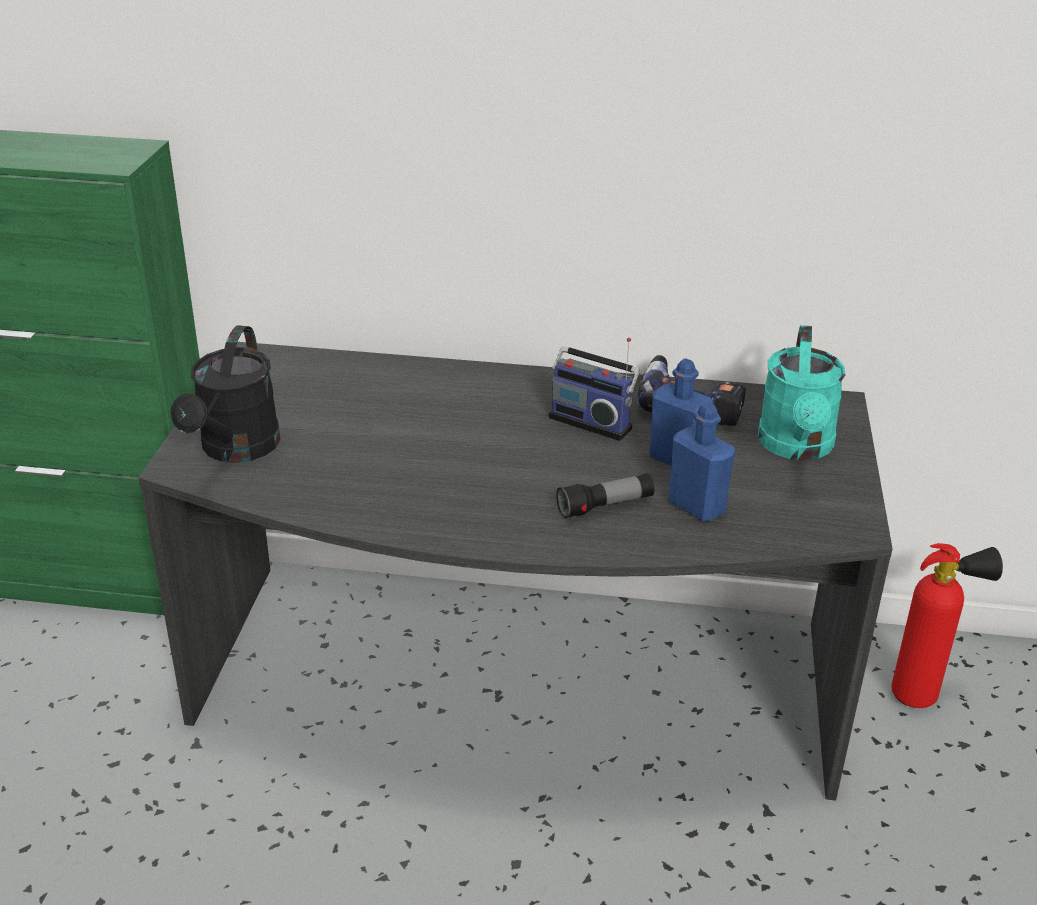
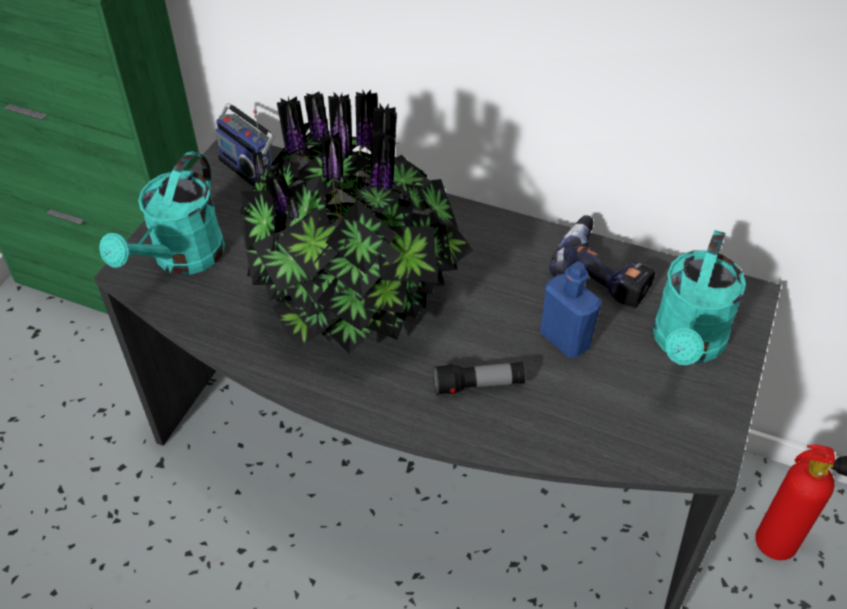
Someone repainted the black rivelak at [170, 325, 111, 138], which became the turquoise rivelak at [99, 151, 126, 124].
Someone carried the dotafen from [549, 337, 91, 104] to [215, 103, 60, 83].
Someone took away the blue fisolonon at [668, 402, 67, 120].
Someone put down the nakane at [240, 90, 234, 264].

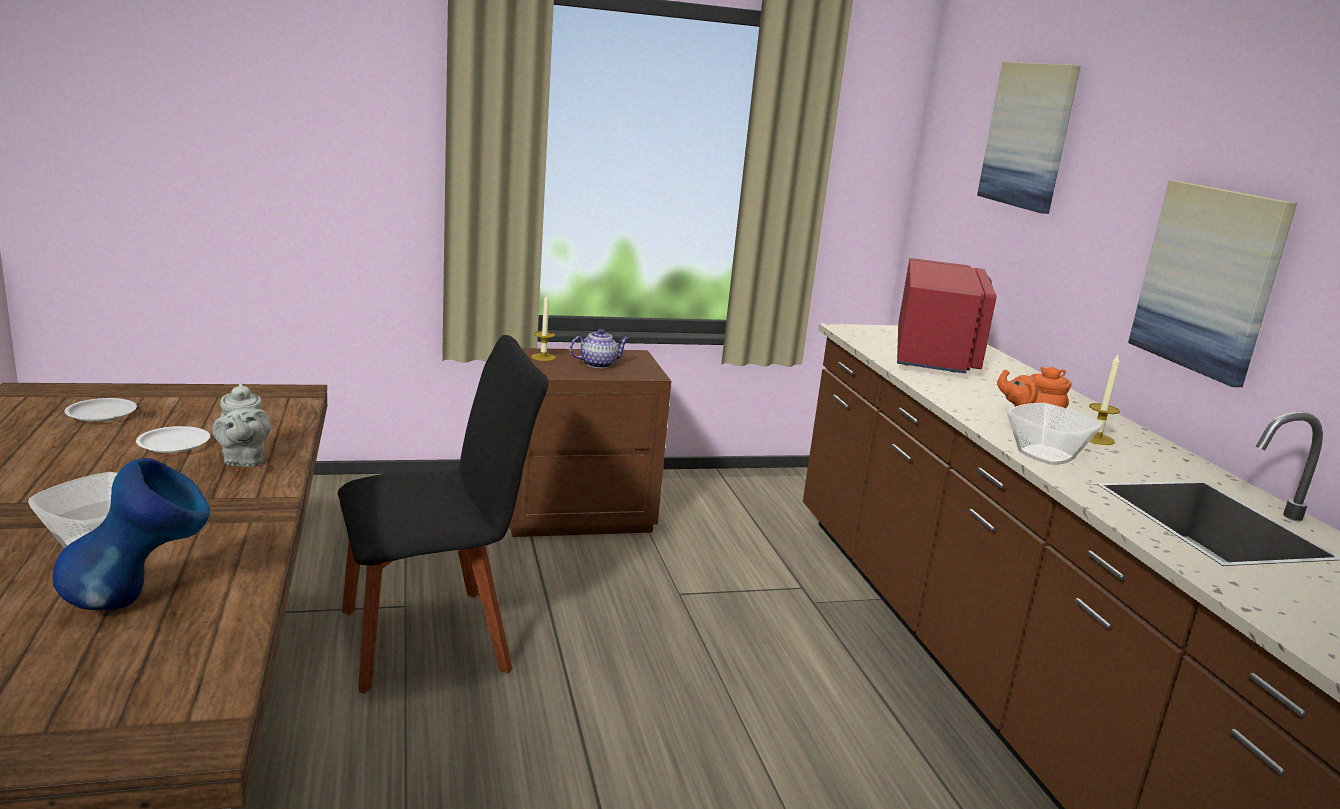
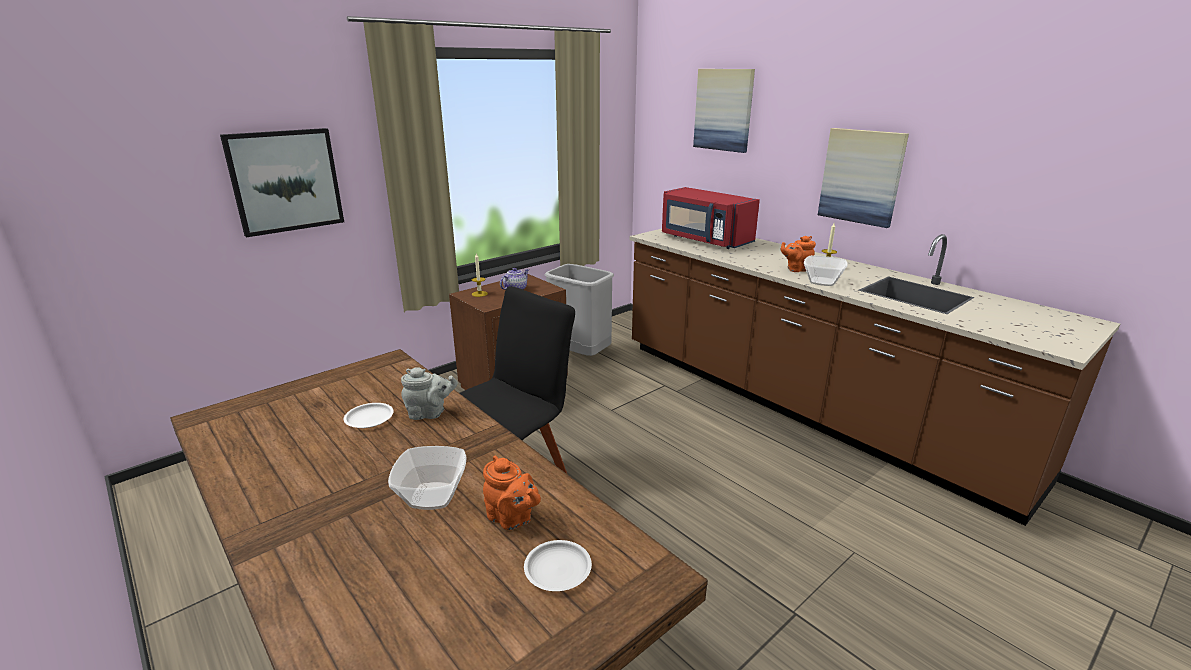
Someone rotated the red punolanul at [897, 258, 99, 116] by 150 degrees clockwise.
Someone rotated the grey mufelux at [213, 383, 58, 84] by 45 degrees counterclockwise.
Someone carried the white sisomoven from [64, 398, 73, 24] to [524, 540, 68, 51].
Someone swapped the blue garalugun at [53, 458, 157, 152] for the orange mufelux at [483, 456, 58, 74].
Someone put up the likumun at [220, 128, 124, 109].
Someone put down the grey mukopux at [544, 264, 70, 92].

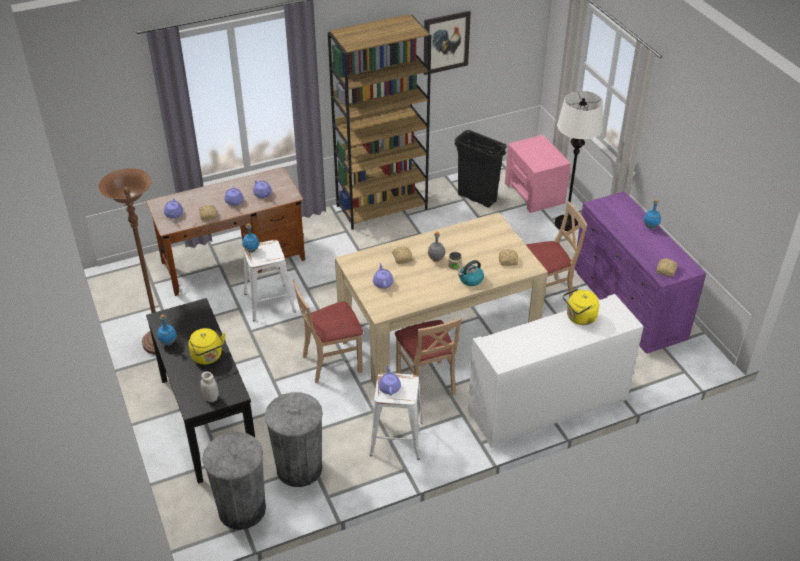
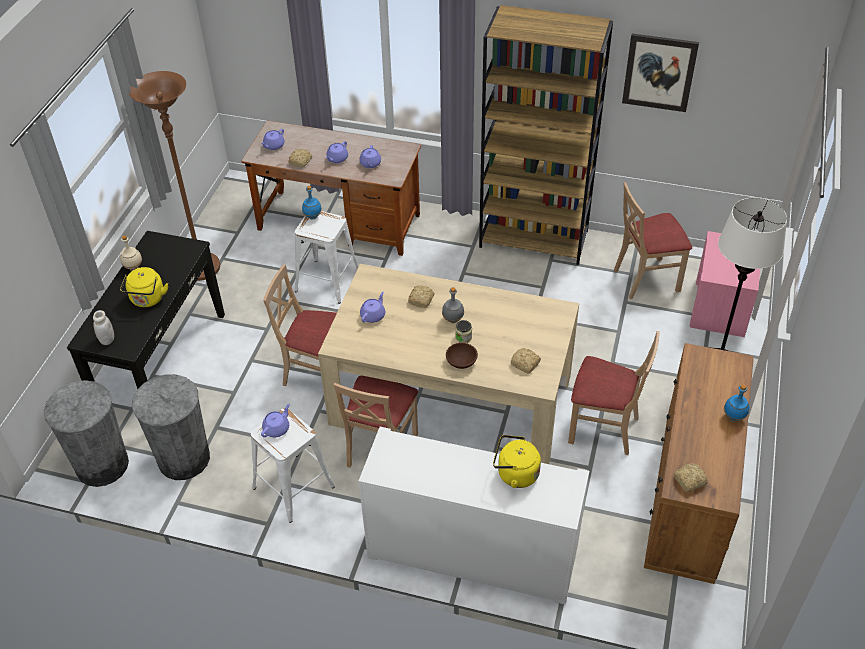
Someone swapped the black mukopux at [455, 130, 52, 78] for the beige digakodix at [614, 182, 78, 117].
Someone repainted the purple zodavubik at [575, 191, 131, 163], which became the brown zodavubik at [644, 343, 110, 241].
Someone swapped the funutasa at [458, 260, 26, 26] for the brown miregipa at [446, 343, 32, 26].
Someone repainted the blue fisolonon at [157, 314, 20, 32], which became the beige fisolonon at [120, 235, 22, 36].

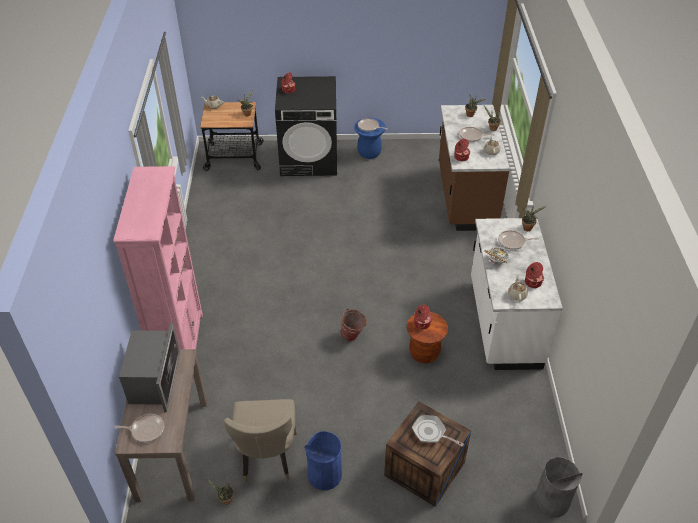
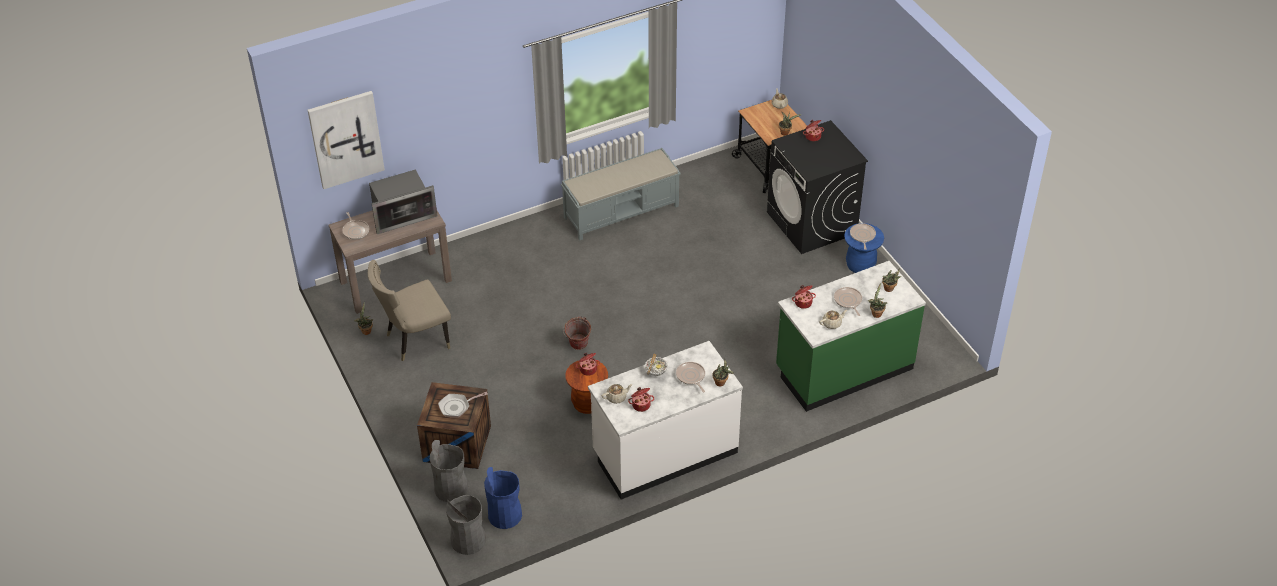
Someone repainted the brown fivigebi at [439, 105, 71, 126], which became the green fivigebi at [776, 261, 150, 151].
Someone took away the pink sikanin at [113, 166, 90, 218].
Someone rotated the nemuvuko at [412, 415, 52, 32] by 120 degrees counterclockwise.
Someone carried the blue mukopux from [305, 431, 37, 59] to [484, 467, 38, 62].
Someone put up the likumun at [308, 91, 77, 98].
Someone put down the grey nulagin at [561, 148, 120, 92].
Someone put down the grey mukopux at [430, 440, 38, 62].

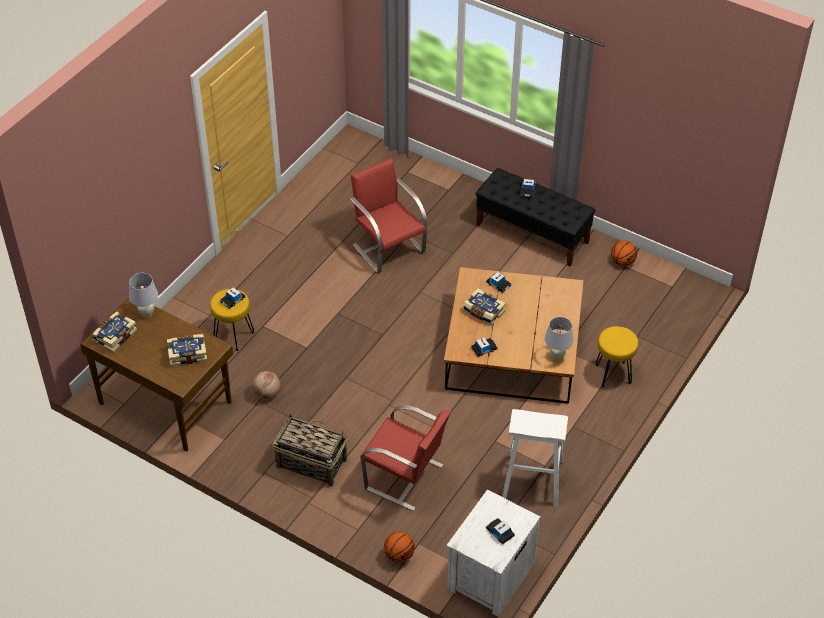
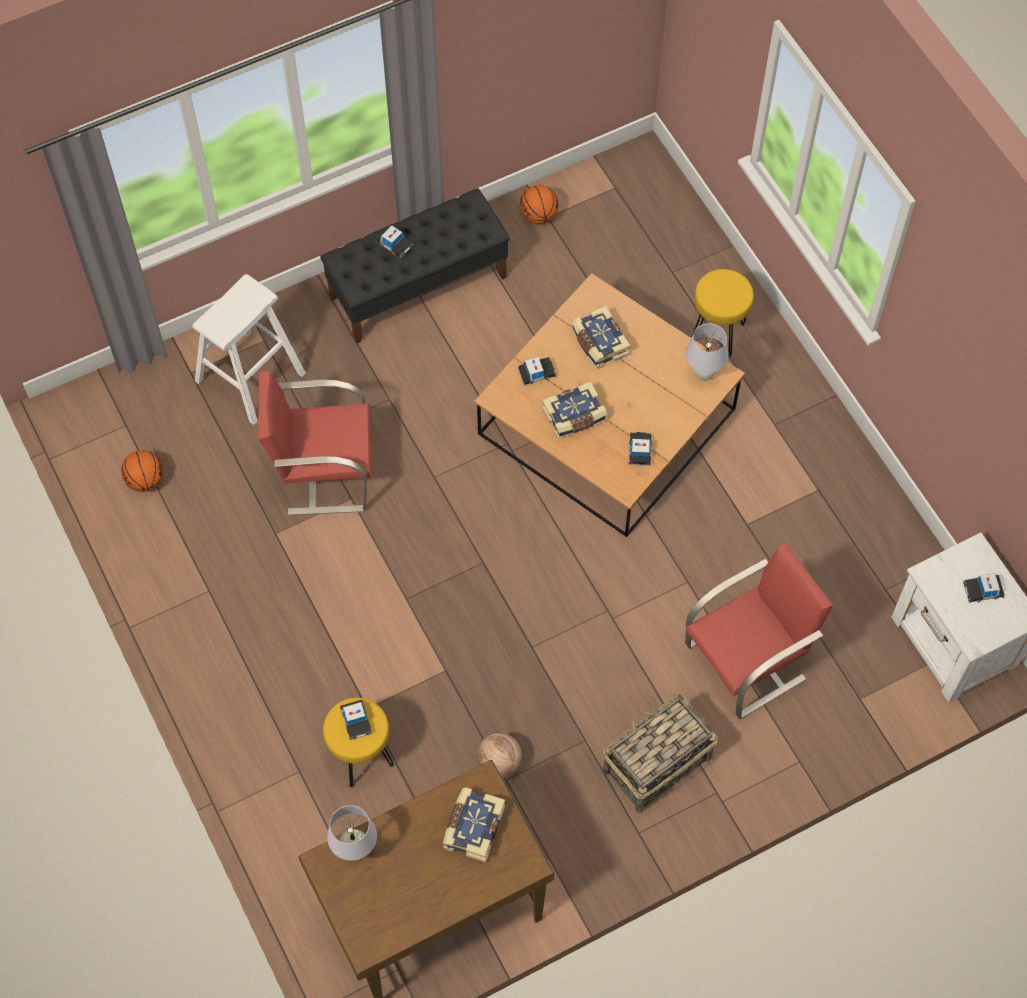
Someone carried the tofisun from [92, 311, 45, 42] to [572, 306, 59, 63].
Someone carried the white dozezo from [502, 409, 66, 98] to [192, 274, 114, 151].
Someone carried the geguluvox from [384, 532, 31, 31] to [121, 450, 43, 42].

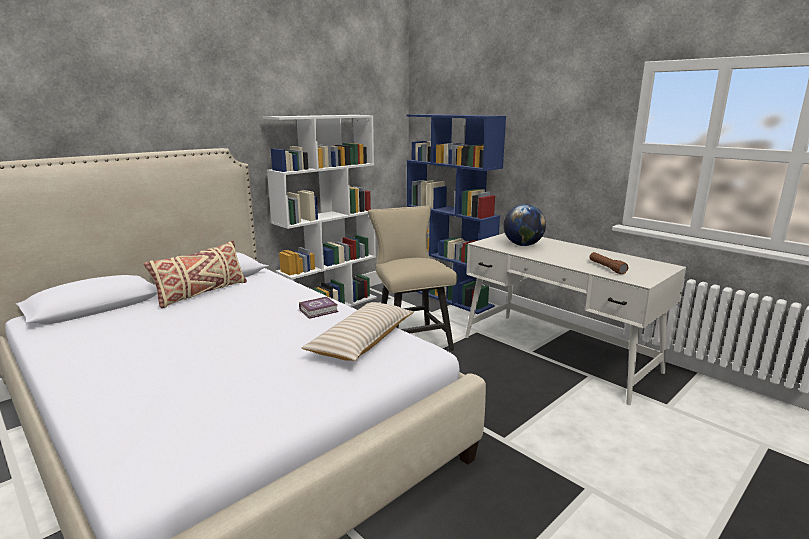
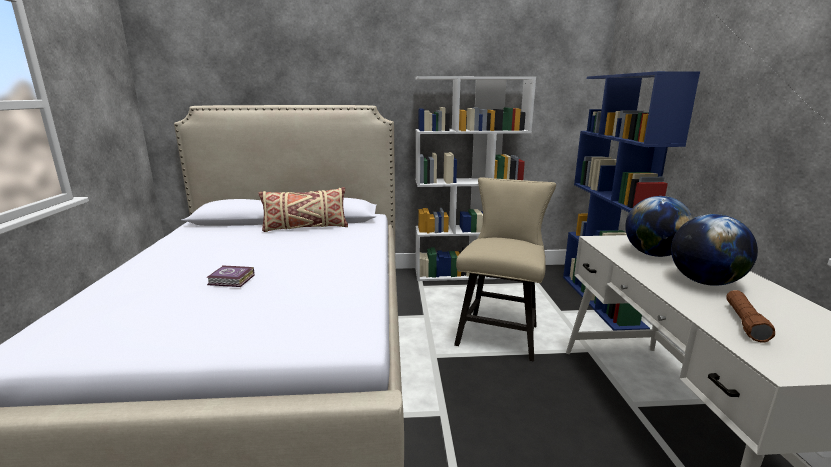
Someone carried the tofisun from [299, 296, 39, 23] to [206, 265, 49, 22].
Someone took away the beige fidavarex at [302, 302, 112, 59].
Someone put down the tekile at [671, 214, 87, 72].

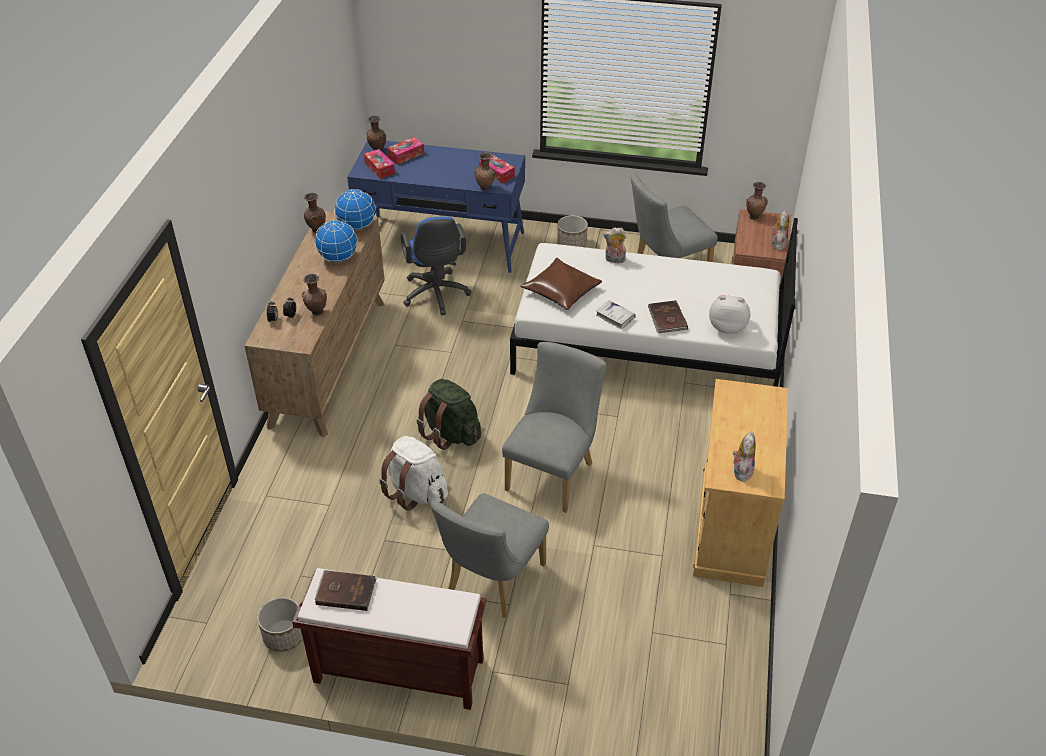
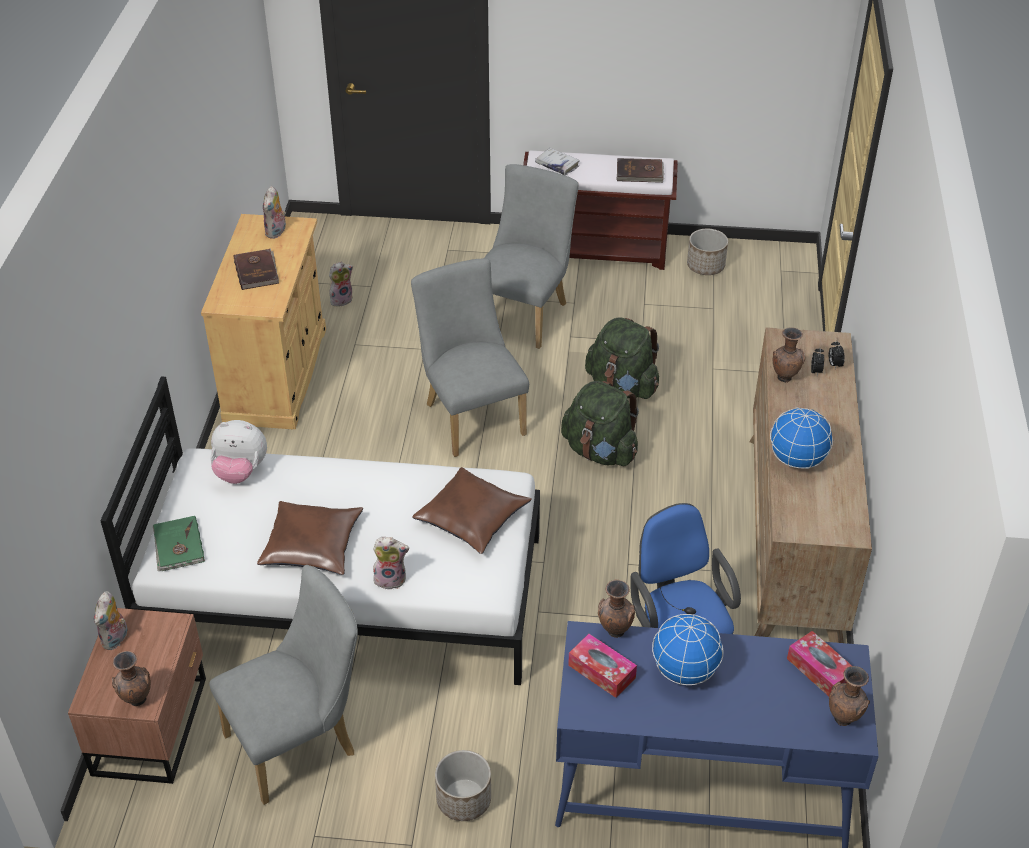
Someone took away the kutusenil at [387, 137, 37, 28].
Someone carried the tekile from [334, 189, 42, 41] to [652, 614, 72, 71].
Someone took away the brown garalugun at [304, 193, 22, 40].
Someone carried the white tofisun from [596, 300, 40, 29] to [535, 148, 45, 27].
Someone carried the brown tofisun from [648, 300, 40, 33] to [234, 248, 45, 42].
Someone rotated the grey digakodix at [502, 342, 104, 171] by 135 degrees clockwise.
Someone repainted the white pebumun at [379, 436, 69, 75], which became the green pebumun at [585, 317, 74, 82].
Someone put down the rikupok at [329, 262, 24, 44].
Someone put down the brown fidavarex at [257, 501, 106, 74].
Someone put down the green tofisun at [153, 516, 52, 55].

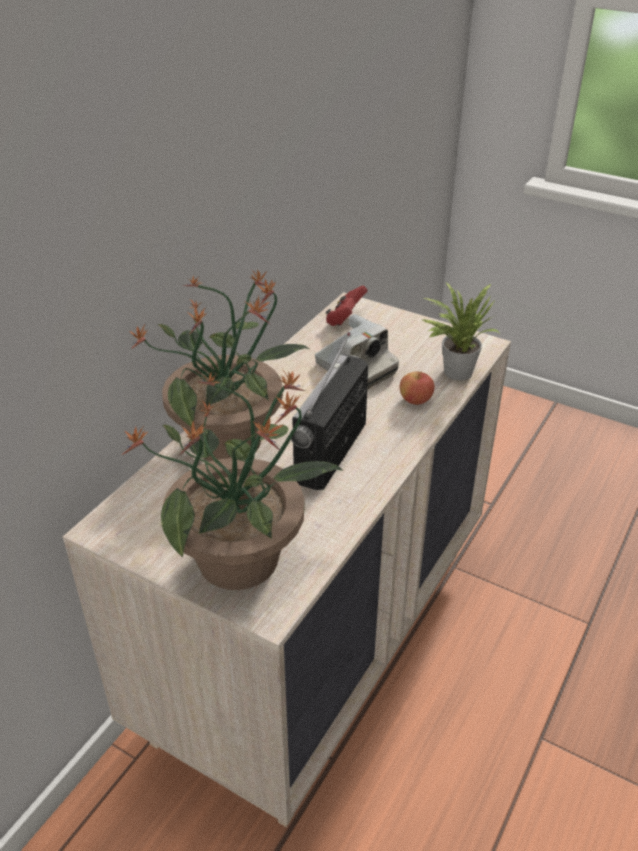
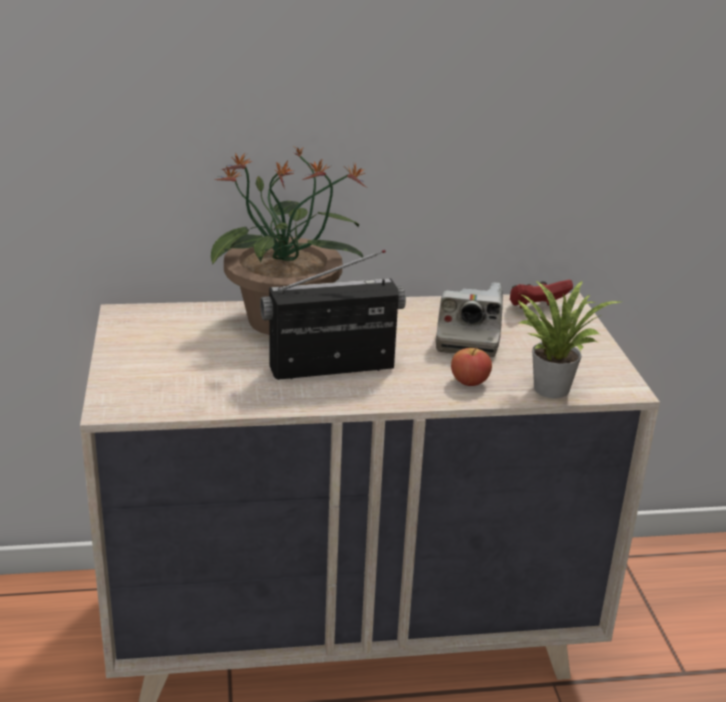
Someone took away the nakane at [122, 370, 221, 220].

